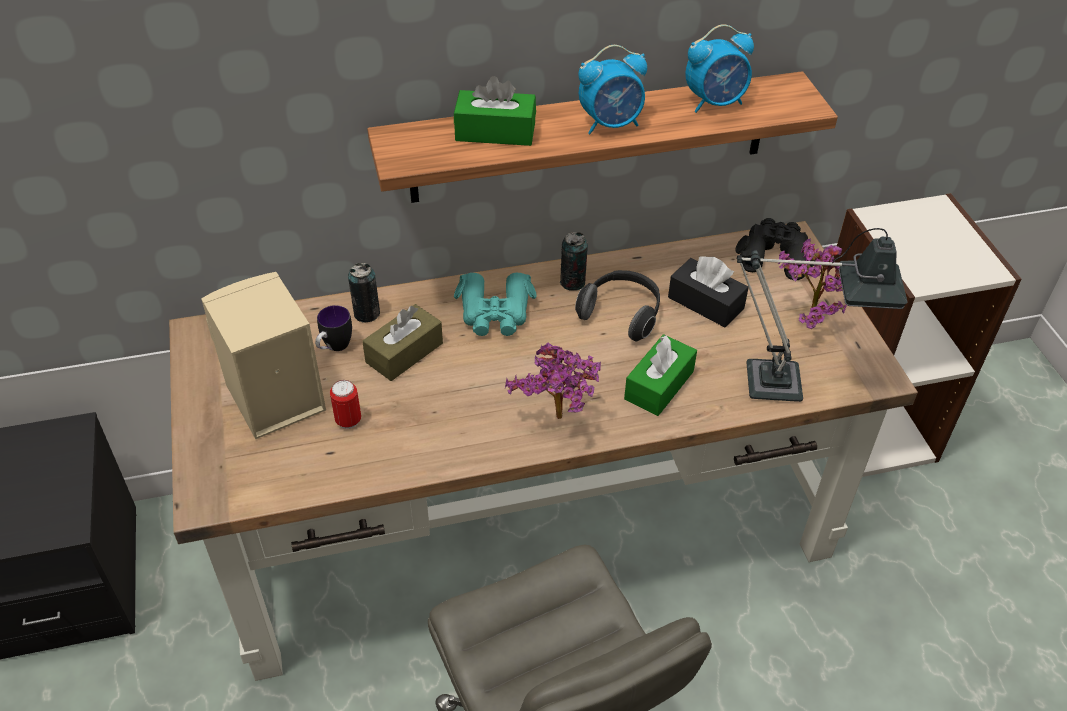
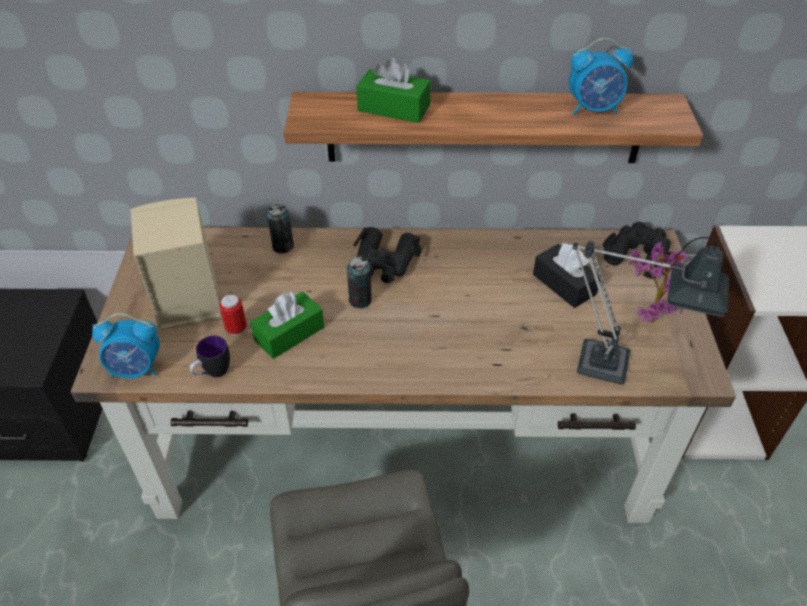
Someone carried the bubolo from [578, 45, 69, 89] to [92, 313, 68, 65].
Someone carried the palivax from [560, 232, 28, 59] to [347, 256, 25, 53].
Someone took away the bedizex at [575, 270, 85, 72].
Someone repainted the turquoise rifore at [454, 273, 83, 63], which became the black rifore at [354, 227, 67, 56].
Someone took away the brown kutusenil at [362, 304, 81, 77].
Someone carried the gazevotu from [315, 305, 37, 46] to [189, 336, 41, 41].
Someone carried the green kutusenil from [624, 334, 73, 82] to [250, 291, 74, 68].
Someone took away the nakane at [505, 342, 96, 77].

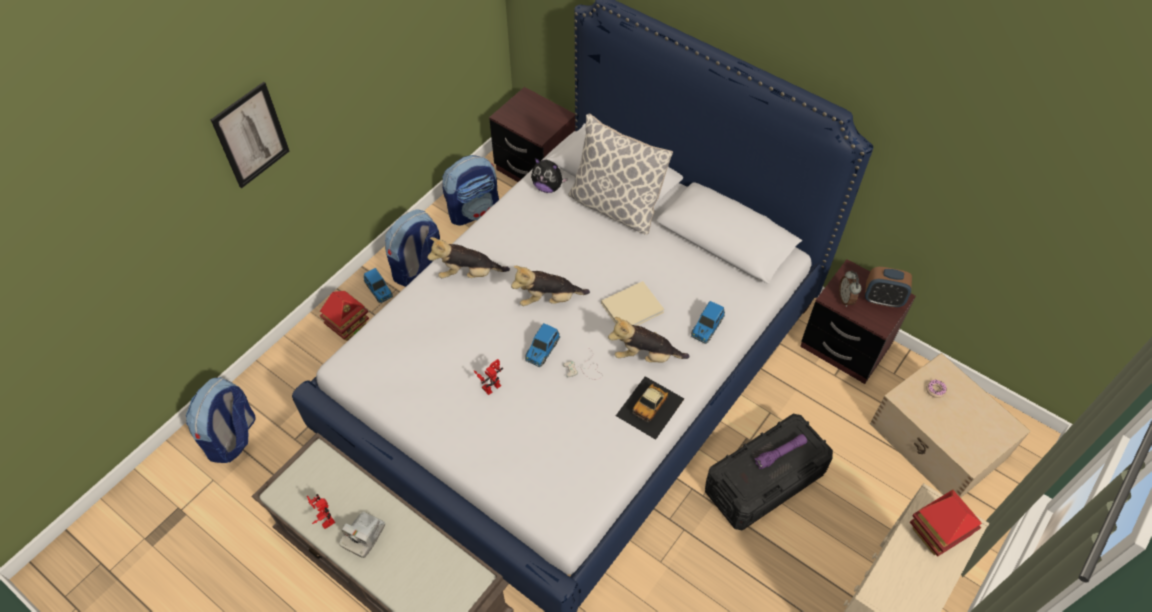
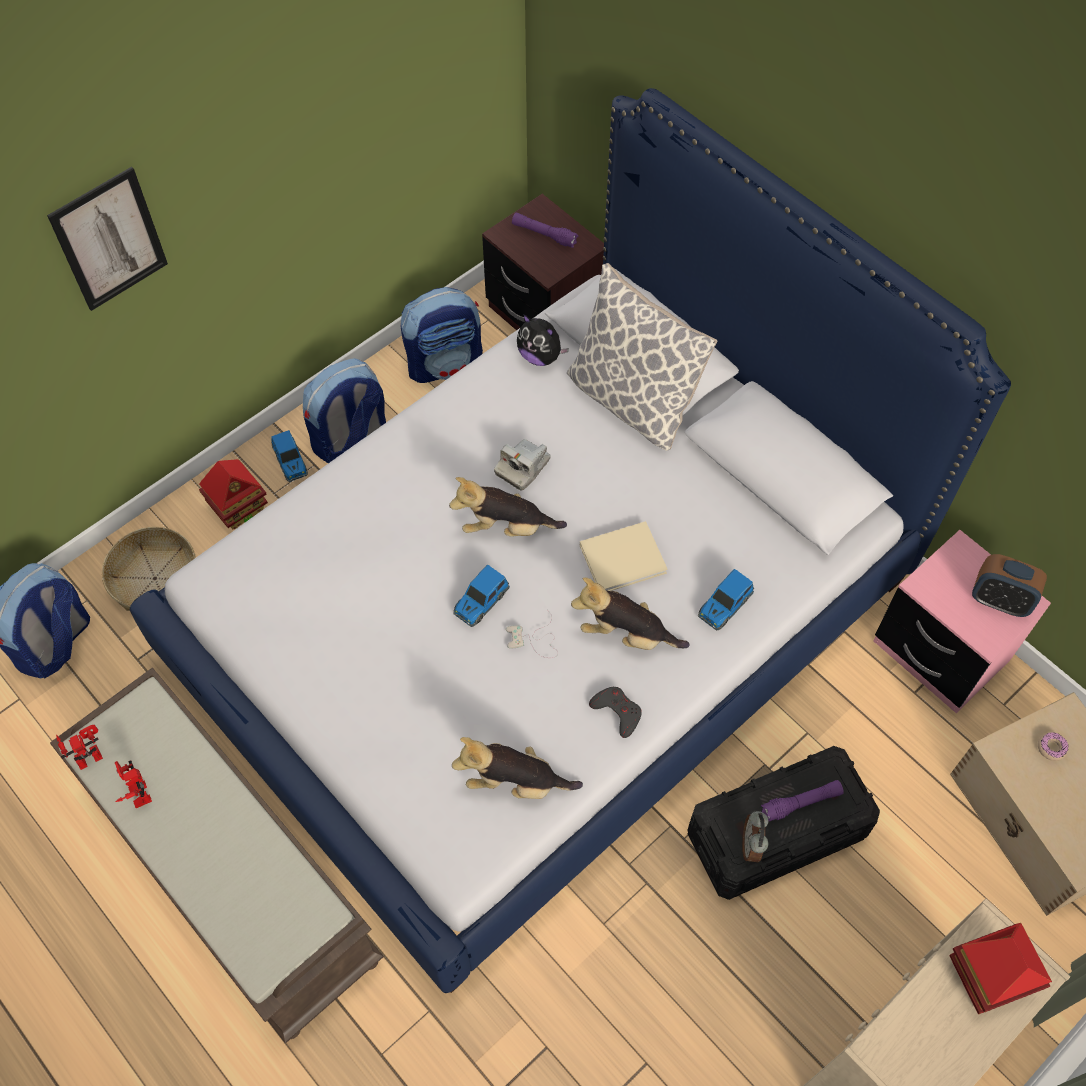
Someone carried the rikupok from [427, 237, 83, 41] to [452, 737, 131, 62].
Someone repainted the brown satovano at [800, 259, 116, 125], which became the pink satovano at [873, 530, 178, 183].
Someone carried the bubolo from [839, 270, 23, 37] to [742, 811, 27, 51].
Someone carried the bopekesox from [474, 359, 29, 36] to [56, 725, 47, 45].
Someone swapped the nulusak at [616, 376, 68, 64] for the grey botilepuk at [589, 687, 53, 51].
Someone carried the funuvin from [339, 511, 46, 47] to [494, 439, 57, 51].
Someone put down the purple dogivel at [512, 213, 66, 35].
Someone put down the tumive at [102, 527, 94, 84].

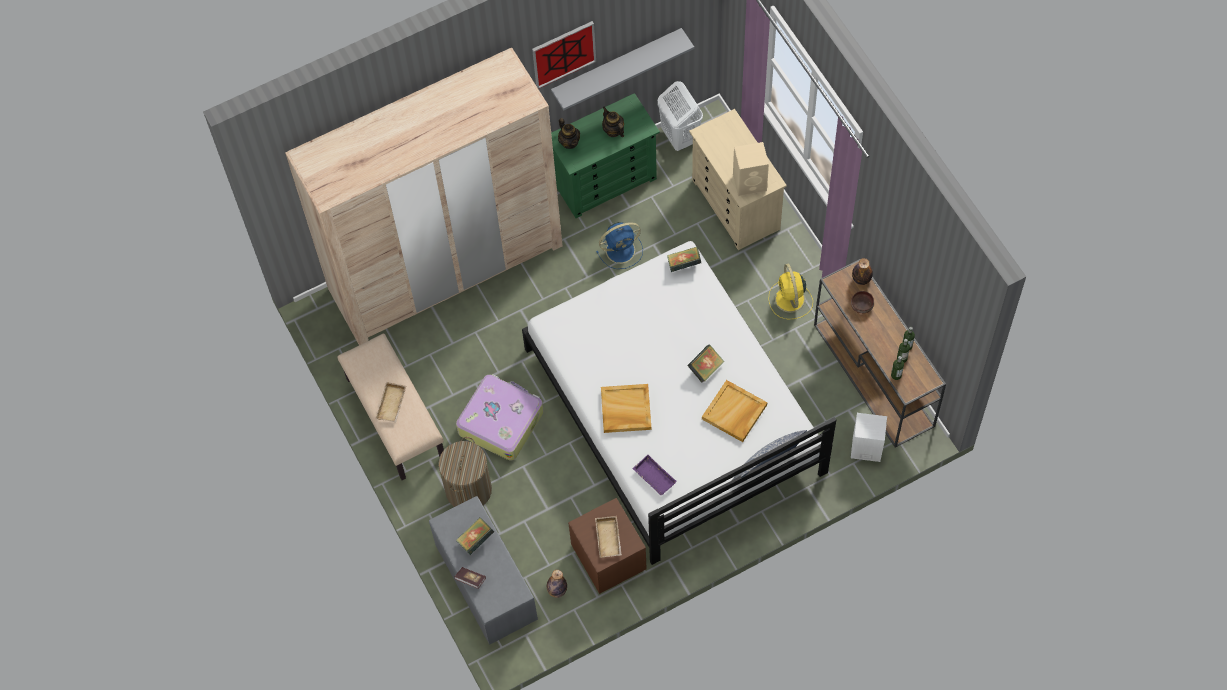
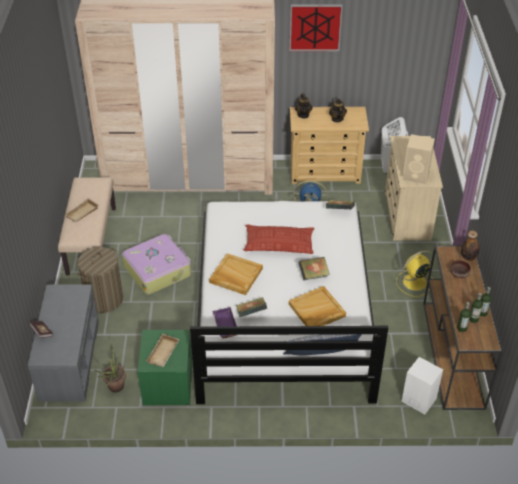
Someone took away the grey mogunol at [551, 28, 143, 83].
Someone repainted the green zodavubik at [551, 93, 109, 125], which became the beige zodavubik at [290, 107, 79, 77].
Someone rotated the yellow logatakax at [768, 264, 45, 56] by 45 degrees clockwise.
Someone repainted the brown satovano at [568, 498, 79, 96], which became the green satovano at [137, 330, 55, 75].
Someone carried the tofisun from [456, 518, 38, 37] to [236, 297, 31, 20].
Someone swapped the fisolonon at [547, 570, 20, 28] for the nakane at [94, 344, 32, 48].
Someone put down the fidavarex at [244, 224, 71, 30].

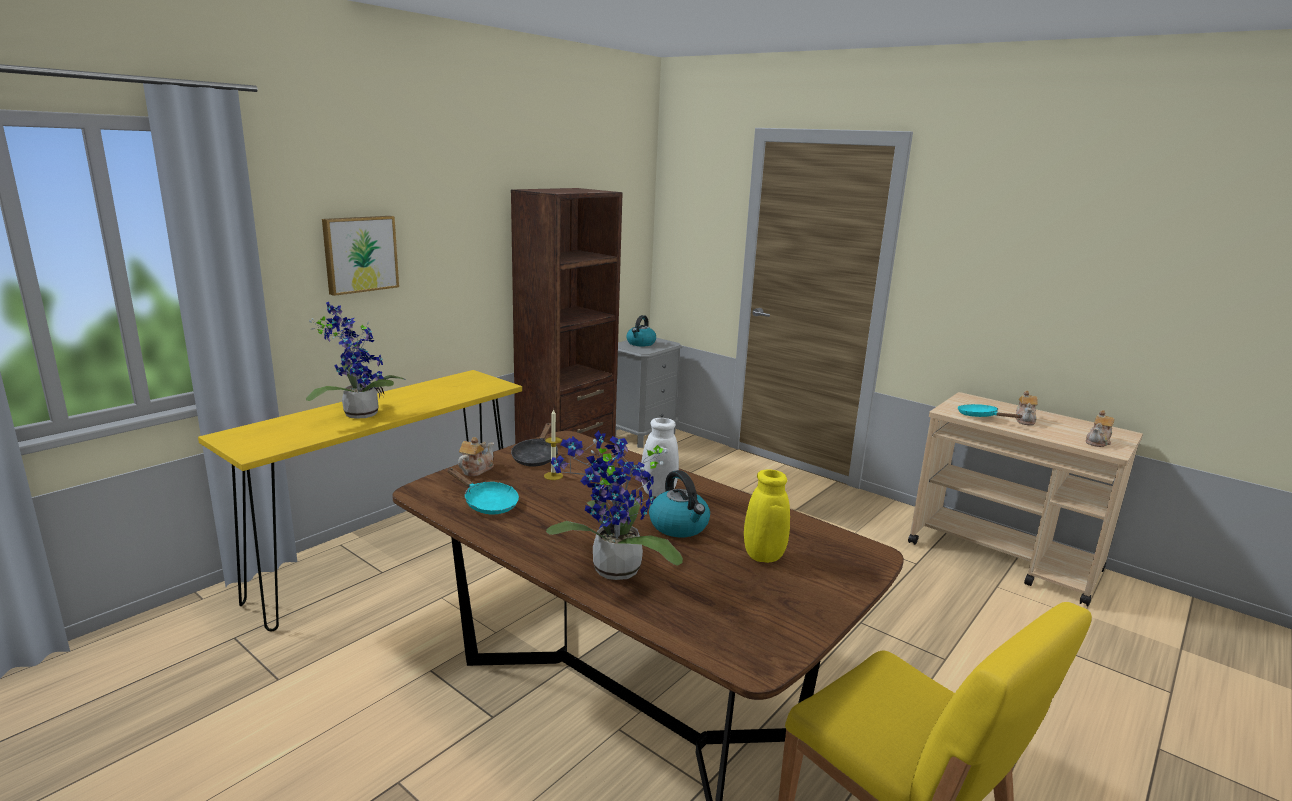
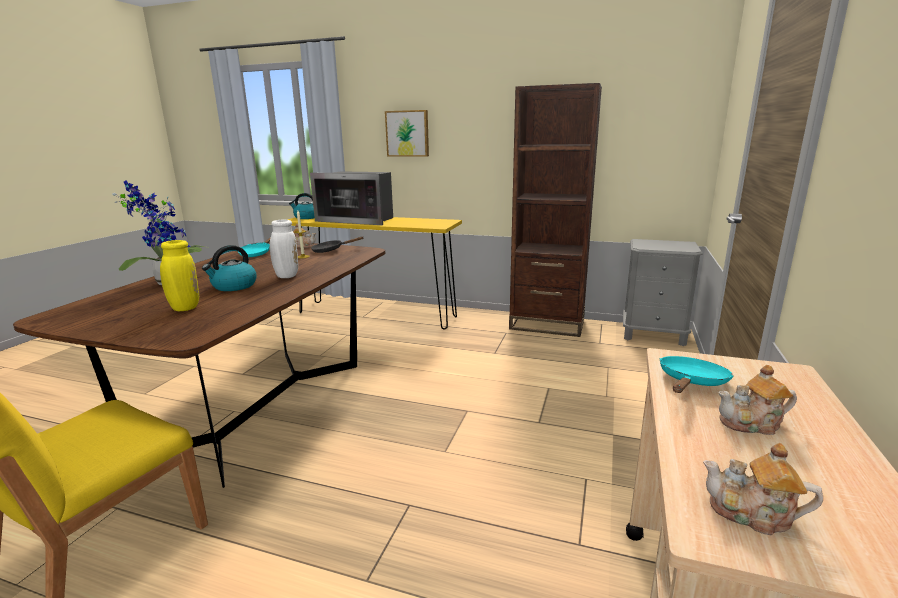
Someone swapped the nakane at [306, 302, 99, 116] for the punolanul at [310, 171, 83, 54].
Someone carried the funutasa from [626, 315, 30, 31] to [289, 193, 26, 26].

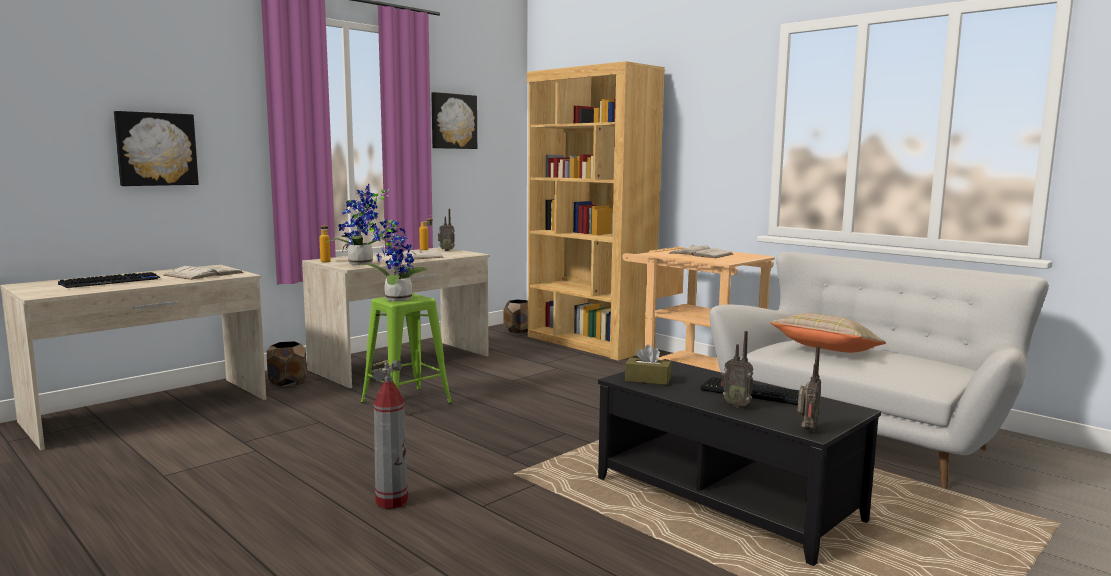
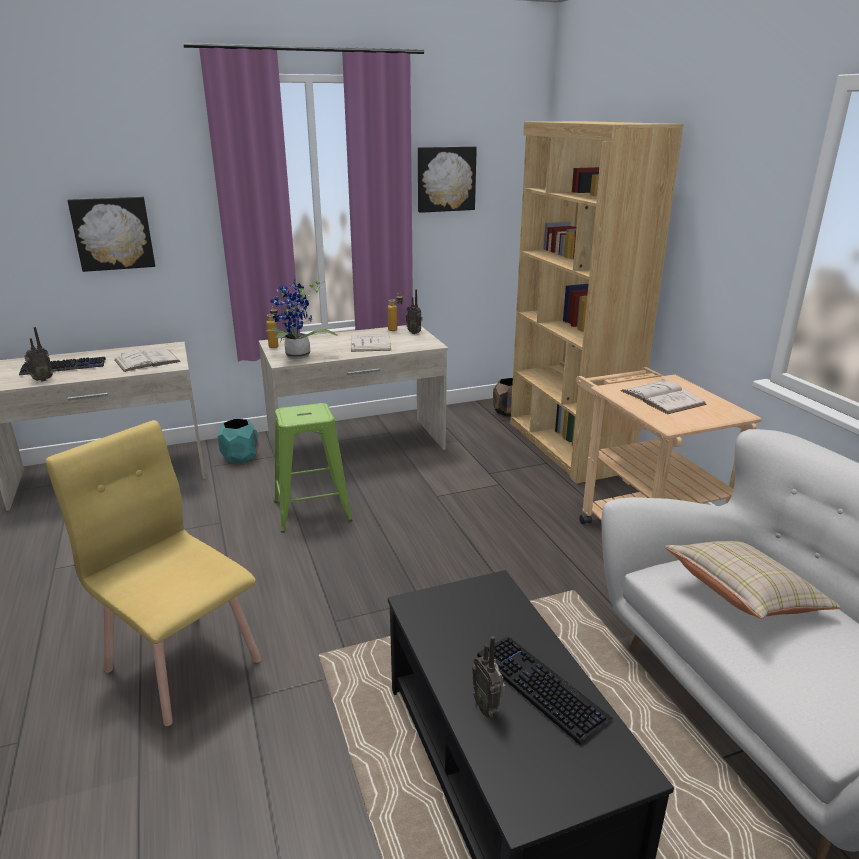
Someone took away the nakane at [359, 210, 68, 91].
Someone repainted the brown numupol at [267, 341, 40, 46], which became the turquoise numupol at [218, 419, 41, 44].
Someone took away the brown kutusenil at [625, 345, 46, 40].
Someone carried the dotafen from [797, 346, 24, 86] to [24, 327, 29, 55].
Someone swapped the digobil at [373, 360, 35, 149] for the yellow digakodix at [46, 420, 215, 306].

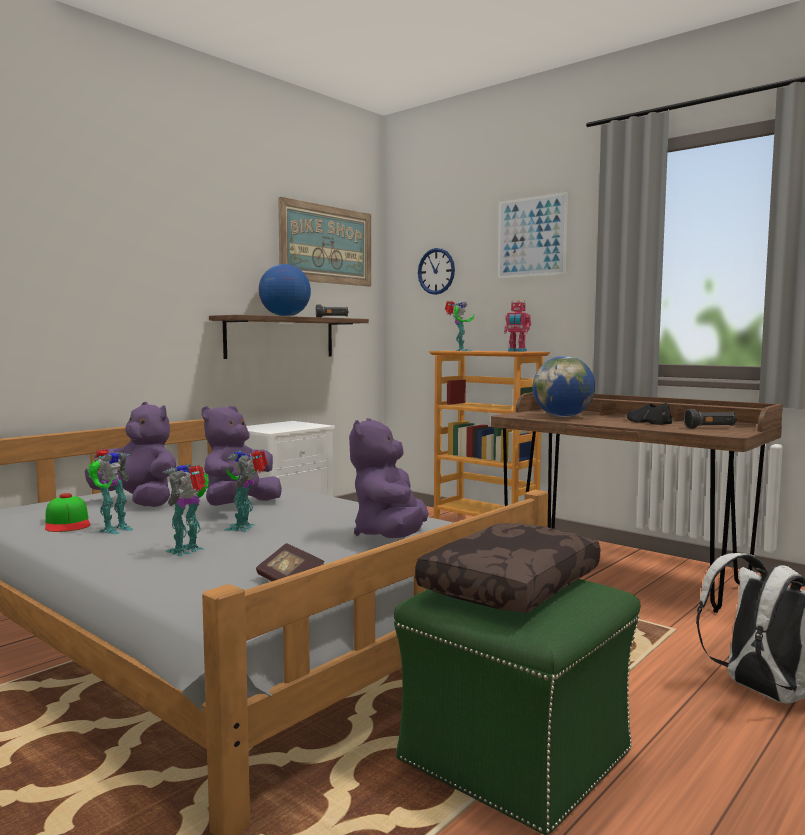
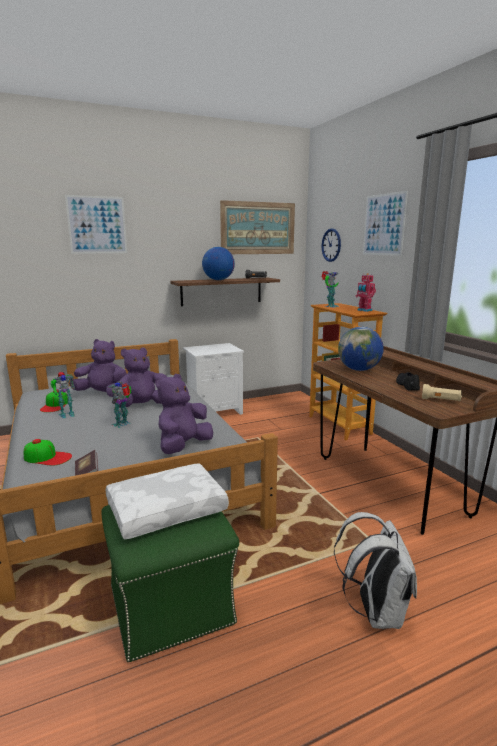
Someone rotated the purple rikupok at [84, 402, 92, 105] by 45 degrees counterclockwise.
Someone repainted the black dogivel at [684, 409, 53, 19], which became the beige dogivel at [422, 384, 40, 17].
Someone took away the bopekesox at [163, 464, 46, 93].
Someone repainted the brown fidavarex at [415, 523, 185, 90], which became the white fidavarex at [105, 463, 124, 77].
Someone put up the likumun at [65, 195, 62, 59].
Someone put down the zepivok at [24, 439, 48, 27].

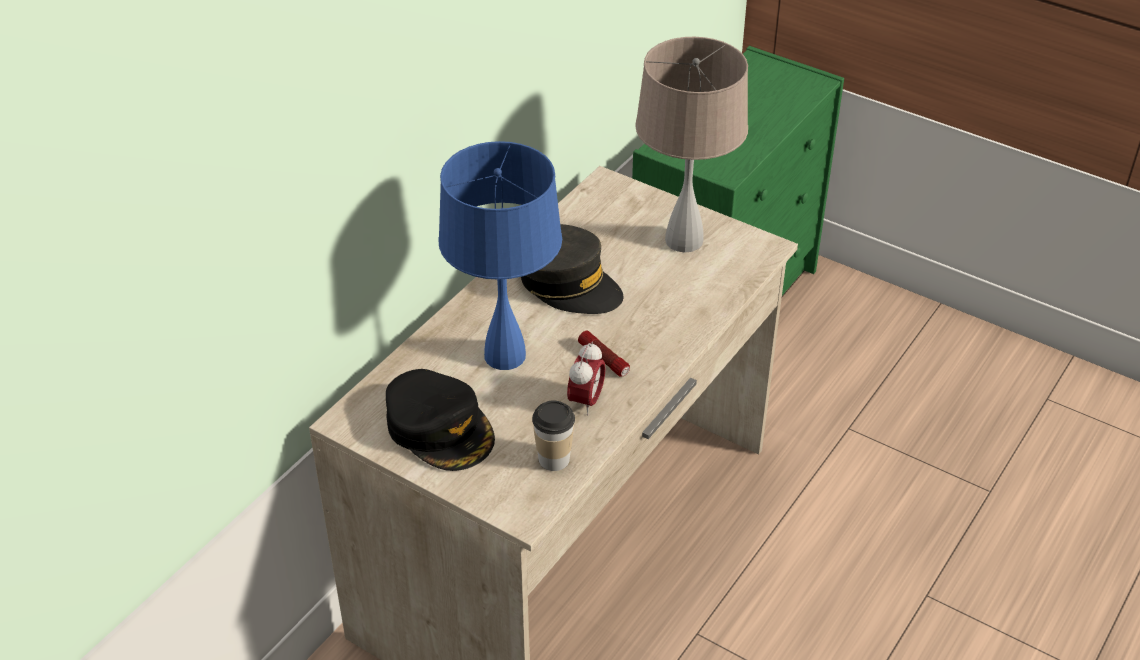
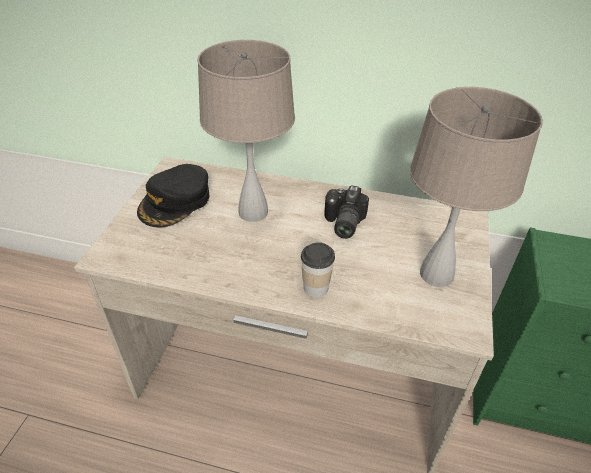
Someone repainted the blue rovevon at [438, 141, 124, 229], which became the beige rovevon at [197, 40, 98, 182].
Someone swapped the grey zepivok at [521, 224, 102, 90] for the funuvin at [325, 185, 44, 54].
Someone took away the dogivel at [578, 331, 52, 46].
Someone took away the bubolo at [567, 342, 39, 74].
Someone carried the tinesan from [532, 400, 43, 71] to [301, 242, 34, 55].

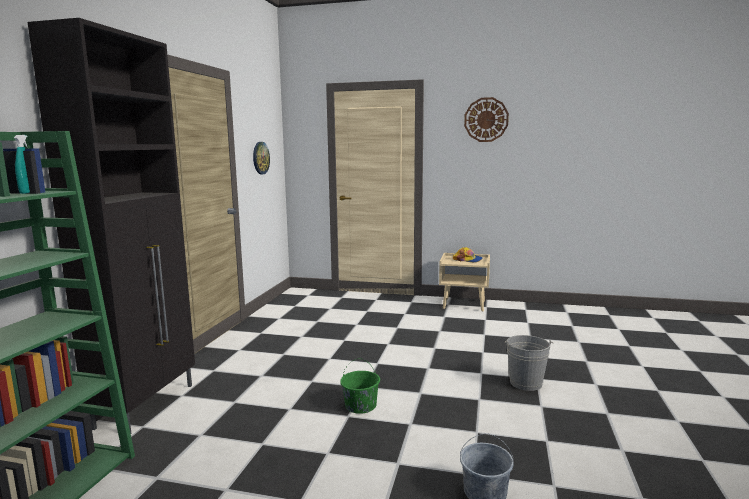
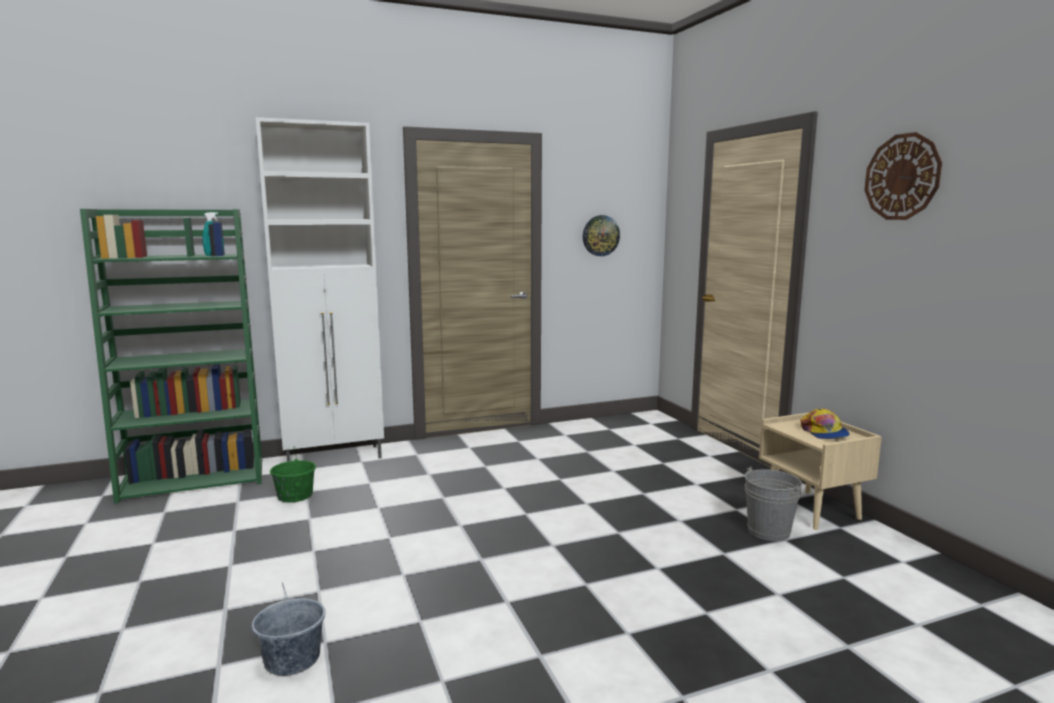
Someone repainted the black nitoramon at [28, 18, 167, 416], which became the white nitoramon at [256, 117, 128, 345].
Someone carried the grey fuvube from [505, 335, 48, 56] to [745, 467, 57, 74].
Someone carried the green fuvube from [340, 358, 40, 56] to [270, 446, 46, 56].

